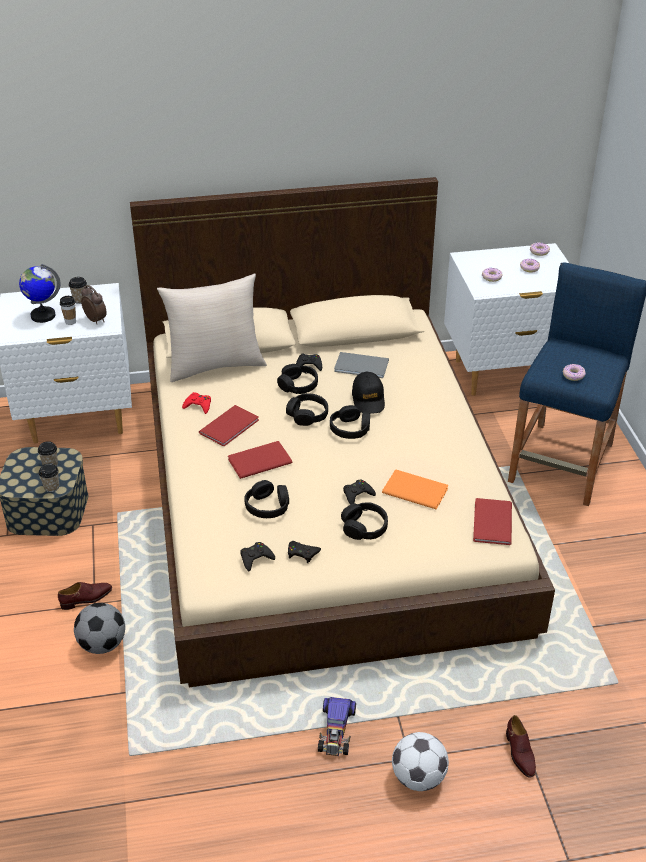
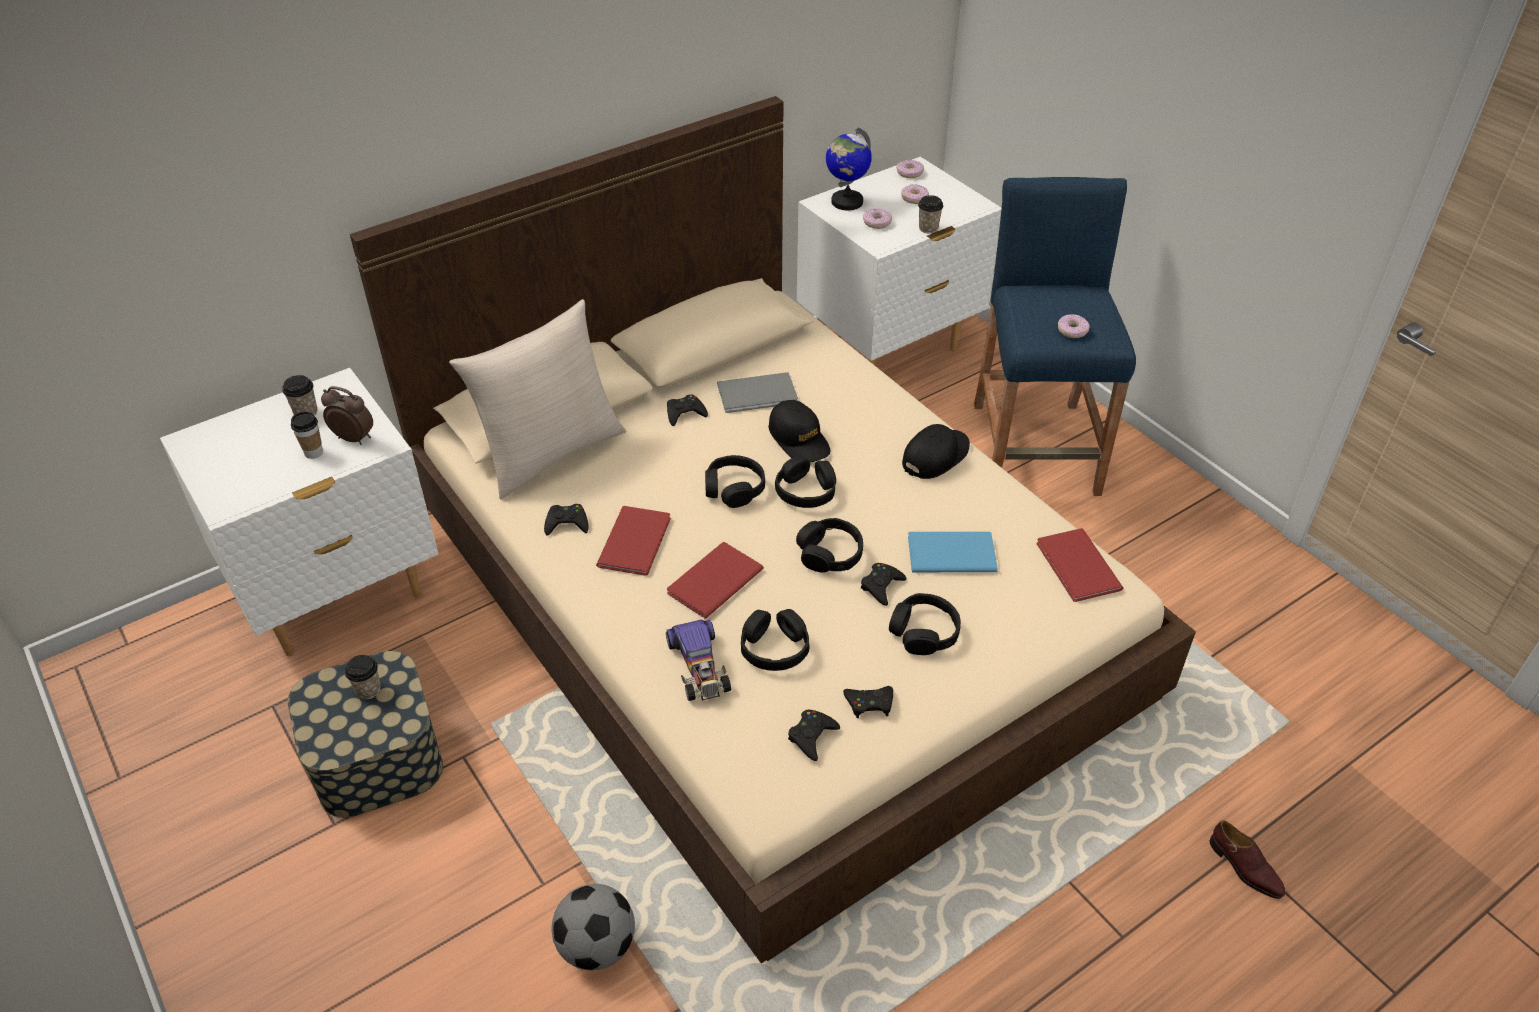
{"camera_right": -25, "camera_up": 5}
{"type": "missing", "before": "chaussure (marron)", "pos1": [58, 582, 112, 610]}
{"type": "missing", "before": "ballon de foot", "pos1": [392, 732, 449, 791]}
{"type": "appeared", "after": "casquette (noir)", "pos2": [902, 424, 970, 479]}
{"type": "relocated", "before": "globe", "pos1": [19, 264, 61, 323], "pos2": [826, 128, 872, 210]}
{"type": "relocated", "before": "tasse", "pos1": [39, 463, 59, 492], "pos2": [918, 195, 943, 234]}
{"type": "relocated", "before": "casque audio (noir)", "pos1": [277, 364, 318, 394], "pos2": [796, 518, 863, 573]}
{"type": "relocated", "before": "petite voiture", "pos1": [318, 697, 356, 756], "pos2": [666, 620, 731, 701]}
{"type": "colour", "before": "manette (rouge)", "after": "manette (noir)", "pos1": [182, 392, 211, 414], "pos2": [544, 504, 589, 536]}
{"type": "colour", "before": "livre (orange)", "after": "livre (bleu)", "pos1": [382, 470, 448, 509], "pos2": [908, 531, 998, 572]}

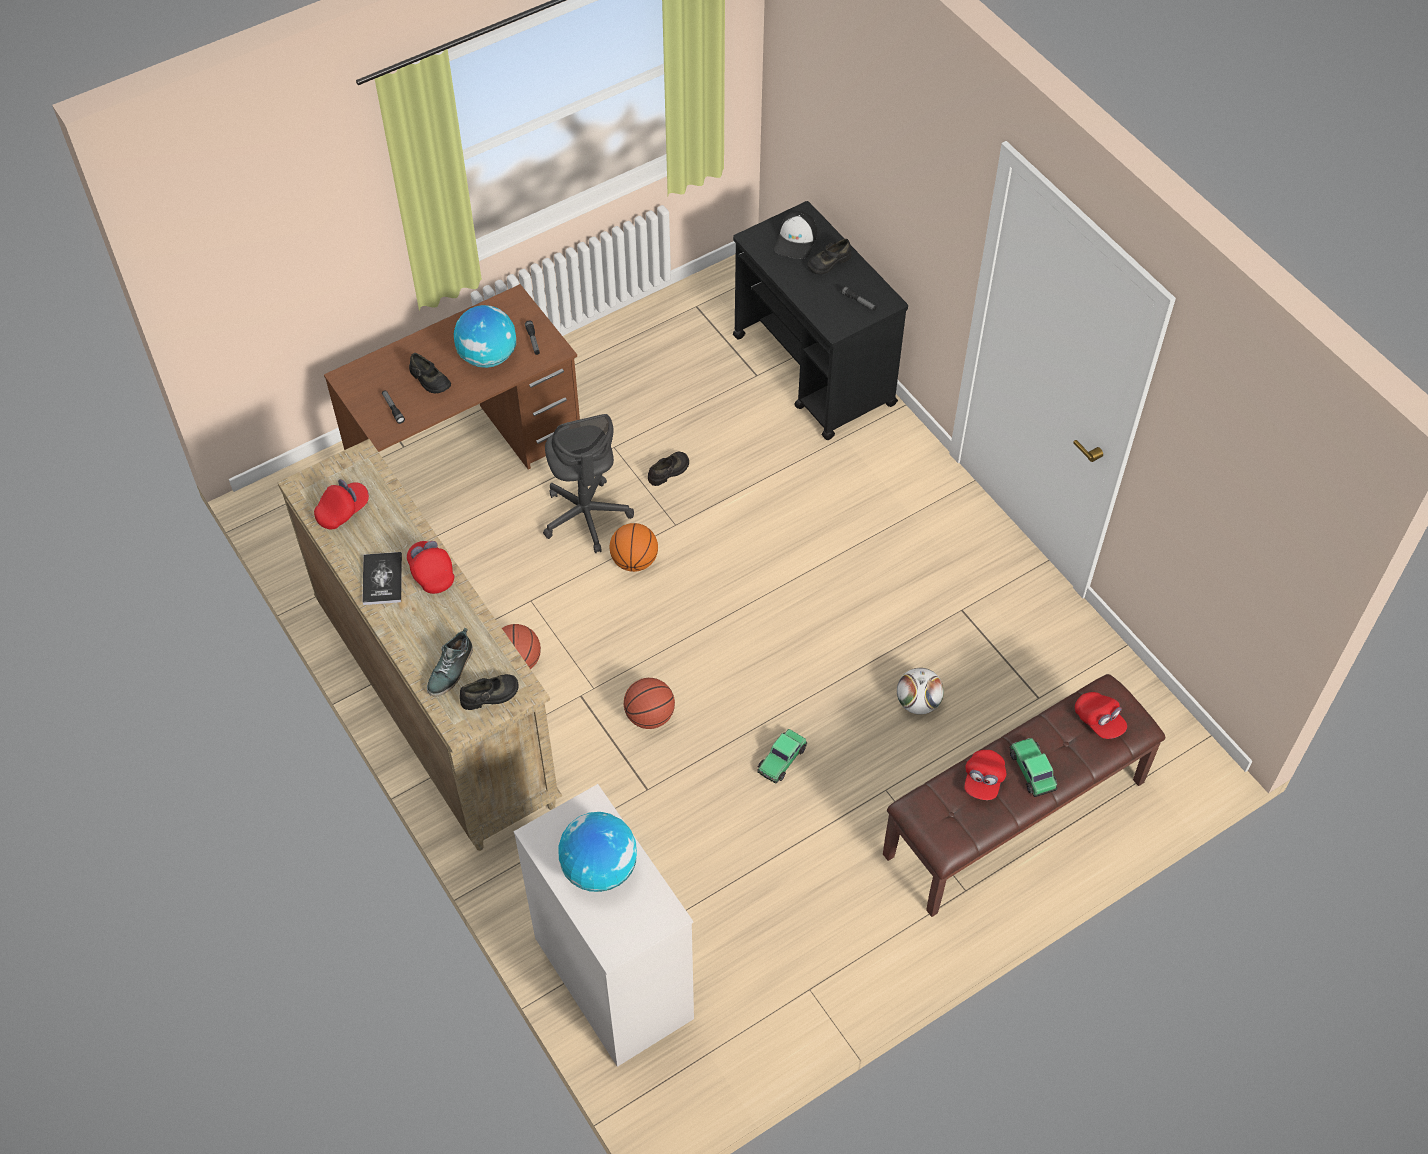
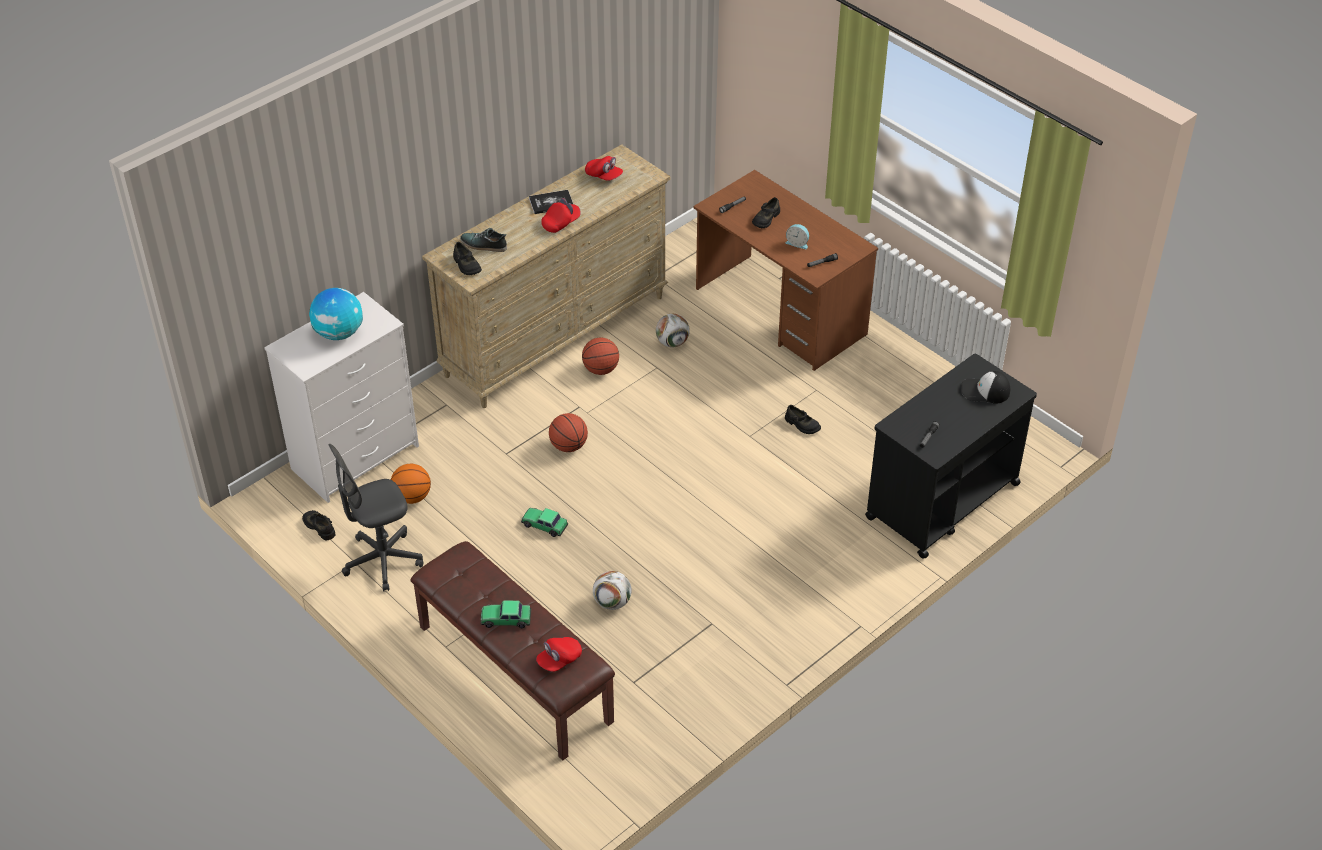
{"camera_right": 80, "camera_up": -10}
{"type": "missing", "before": "casquette (rouge)", "pos1": [964, 750, 1006, 800]}
{"type": "appeared", "after": "ballon de foot", "pos2": [656, 314, 690, 347]}
{"type": "relocated", "before": "chaise de bureau (gris)", "pos1": [543, 414, 634, 553], "pos2": [328, 444, 424, 591]}
{"type": "relocated", "before": "ballon de basket", "pos1": [610, 523, 658, 572], "pos2": [391, 464, 431, 504]}
{"type": "relocated", "before": "chaussure (noir)", "pos1": [808, 239, 851, 274], "pos2": [302, 510, 335, 540]}
{"type": "exchanged", "before": "globe", "after": "réveil", "pos1": [454, 305, 516, 368], "pos2": [786, 224, 809, 249]}
{"type": "spun", "before": "petite voiture", "pos1": [1010, 738, 1058, 797], "pos2": [481, 600, 531, 628], "turn": -150}

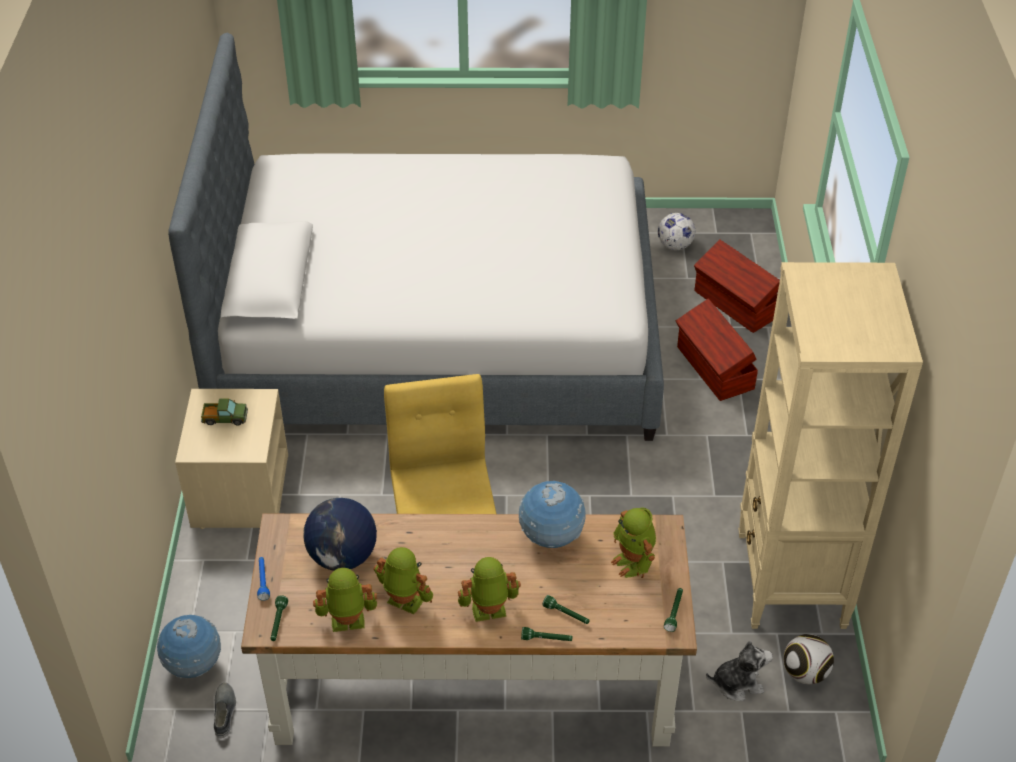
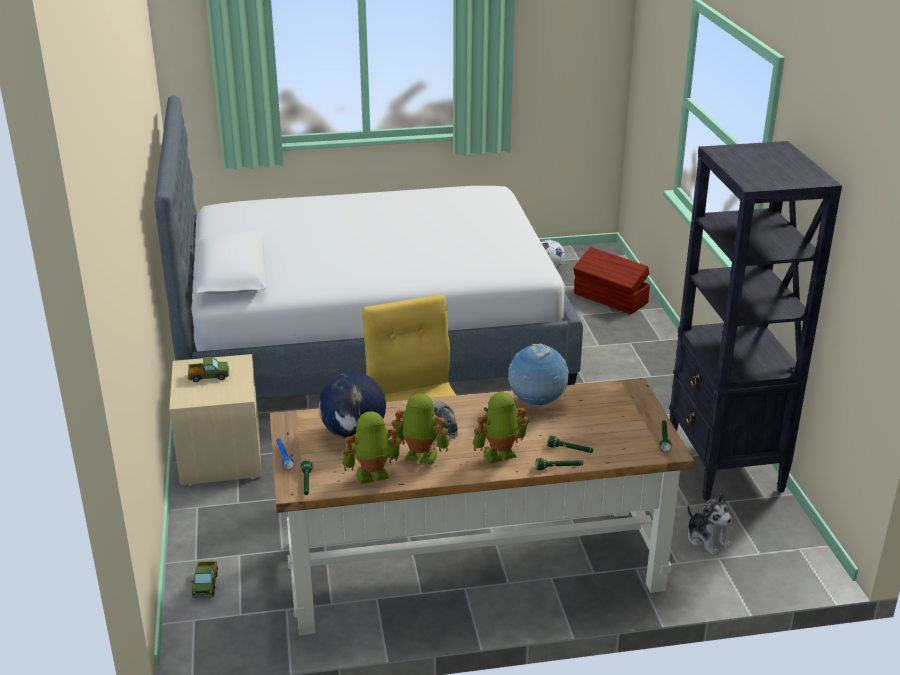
{"camera_right": -10, "camera_up": -15}
{"type": "missing", "before": "robot jouet", "pos1": [611, 508, 656, 578]}
{"type": "missing", "before": "boîte de rangement (marron)", "pos1": [676, 299, 758, 401]}
{"type": "missing", "before": "ballon de foot", "pos1": [783, 634, 834, 684]}
{"type": "relocated", "before": "chaussure (gris)", "pos1": [214, 682, 236, 738], "pos2": [433, 401, 458, 439]}
{"type": "exchanged", "before": "globe", "after": "camion jouet", "pos1": [157, 615, 221, 678], "pos2": [191, 561, 218, 598]}
{"type": "colour", "before": "bibliothèque (beige)", "after": "bibliothèque (noir)", "pos1": [738, 262, 923, 629], "pos2": [669, 141, 842, 501]}
{"type": "spun", "before": "peluche", "pos1": [706, 640, 773, 701], "pos2": [687, 493, 732, 555], "turn": 75}

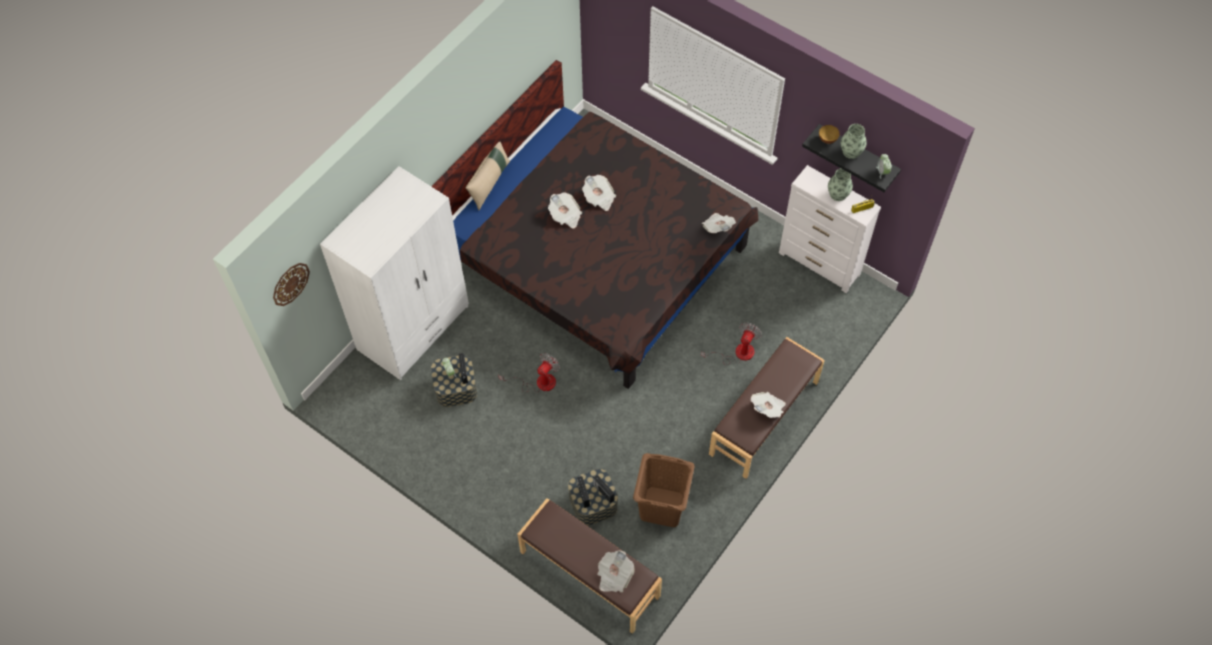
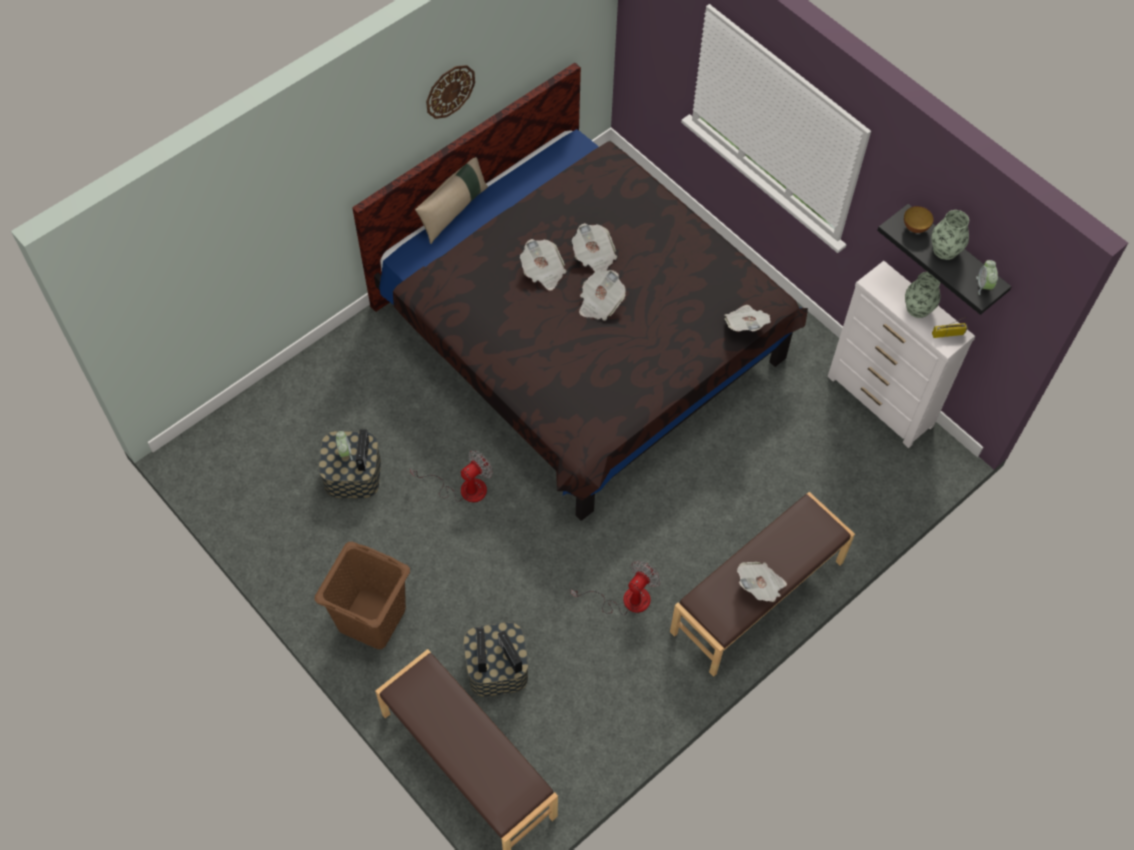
{"camera_right": 10, "camera_up": 0}
{"type": "missing", "before": "armoire (blanc)", "pos1": [320, 166, 469, 380]}
{"type": "relocated", "before": "horloge murale", "pos1": [273, 263, 310, 306], "pos2": [426, 65, 475, 119]}
{"type": "relocated", "before": "journal", "pos1": [597, 550, 635, 592], "pos2": [579, 270, 626, 321]}
{"type": "relocated", "before": "panier à linge (marron)", "pos1": [633, 453, 695, 527], "pos2": [315, 542, 410, 649]}
{"type": "relocated", "before": "ventilateur", "pos1": [701, 323, 762, 365], "pos2": [571, 561, 661, 615]}

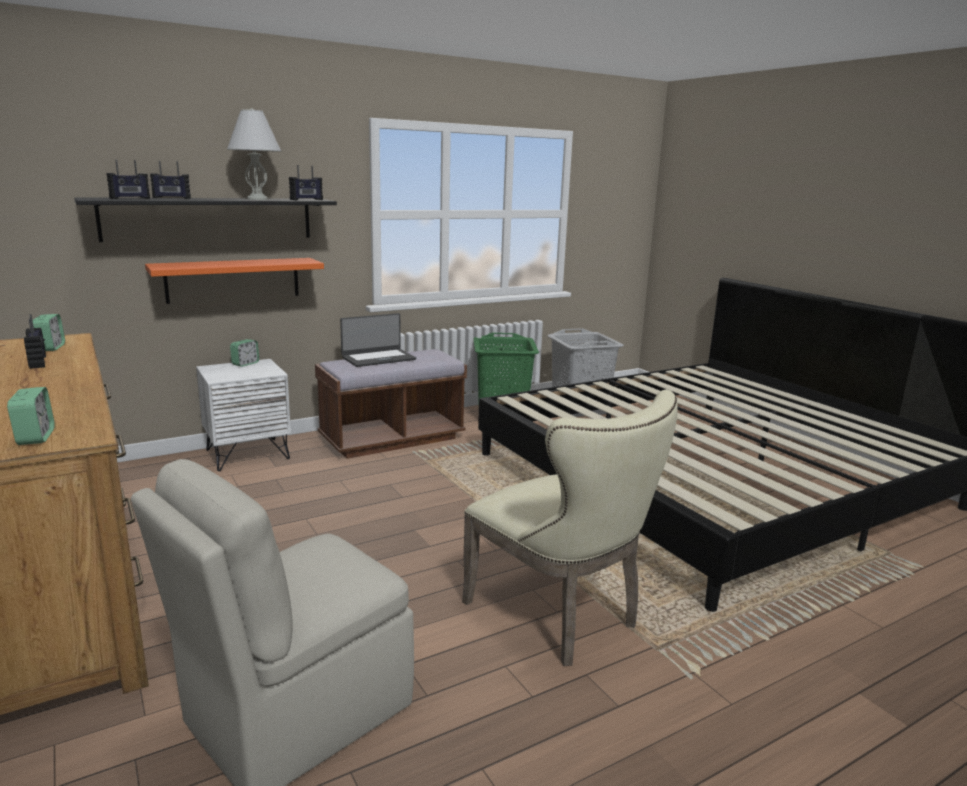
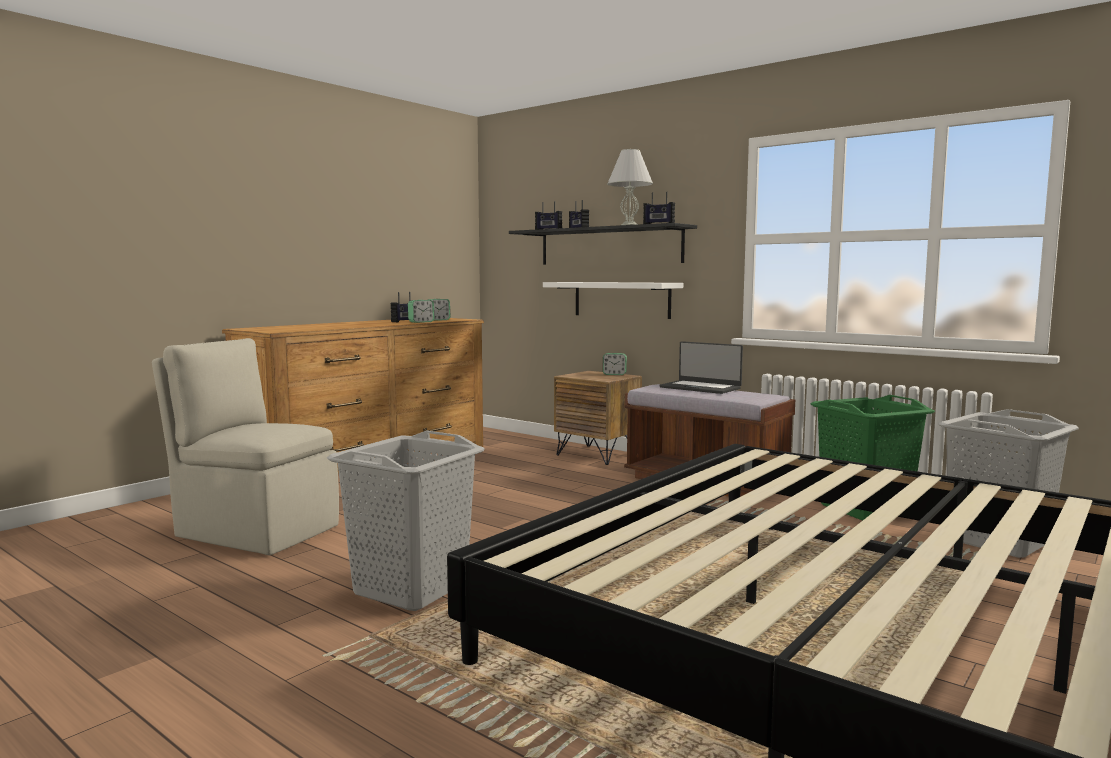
{"camera_right": 70, "camera_up": -10}
{"type": "relocated", "before": "réveil", "pos1": [7, 387, 55, 445], "pos2": [408, 300, 435, 323]}
{"type": "exchanged", "before": "chaise (beige)", "after": "panier à linge (gris)", "pos1": [462, 389, 678, 666], "pos2": [327, 431, 485, 611]}
{"type": "colour", "before": "étagère (orange)", "after": "étagère (blanc)", "pos1": [145, 258, 324, 304], "pos2": [543, 282, 683, 319]}
{"type": "colour", "before": "table de chevet (blanc)", "after": "table de chevet (marron)", "pos1": [196, 359, 291, 471], "pos2": [554, 371, 642, 465]}

